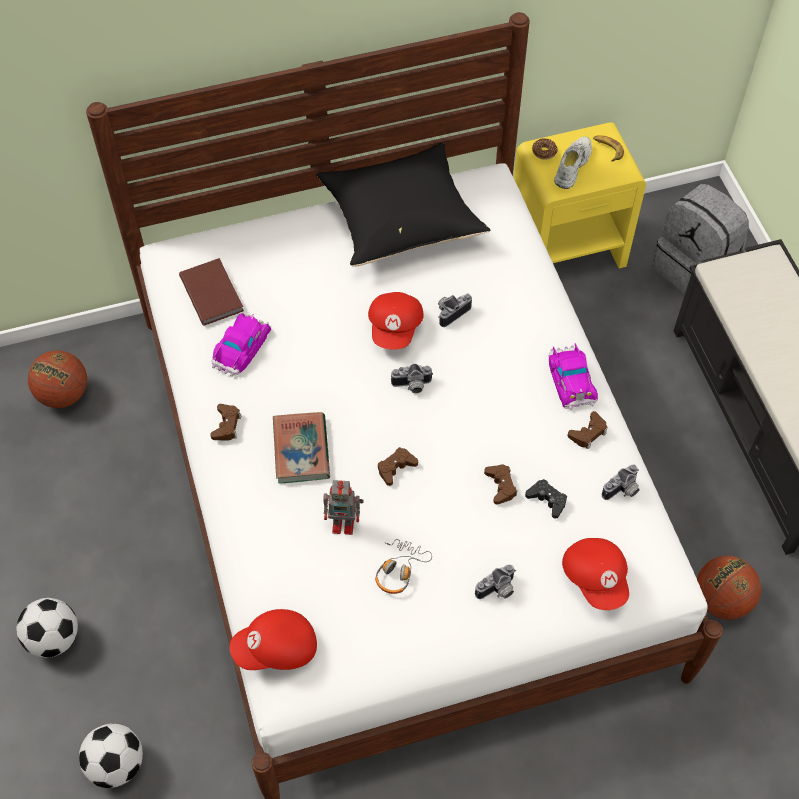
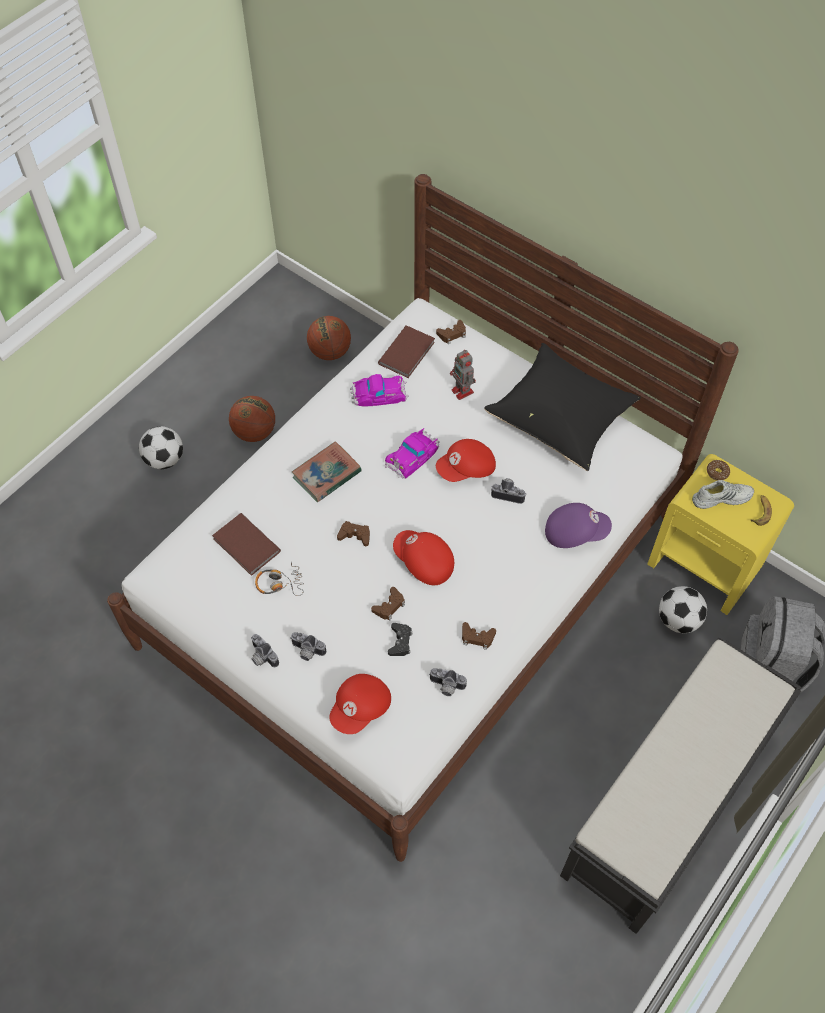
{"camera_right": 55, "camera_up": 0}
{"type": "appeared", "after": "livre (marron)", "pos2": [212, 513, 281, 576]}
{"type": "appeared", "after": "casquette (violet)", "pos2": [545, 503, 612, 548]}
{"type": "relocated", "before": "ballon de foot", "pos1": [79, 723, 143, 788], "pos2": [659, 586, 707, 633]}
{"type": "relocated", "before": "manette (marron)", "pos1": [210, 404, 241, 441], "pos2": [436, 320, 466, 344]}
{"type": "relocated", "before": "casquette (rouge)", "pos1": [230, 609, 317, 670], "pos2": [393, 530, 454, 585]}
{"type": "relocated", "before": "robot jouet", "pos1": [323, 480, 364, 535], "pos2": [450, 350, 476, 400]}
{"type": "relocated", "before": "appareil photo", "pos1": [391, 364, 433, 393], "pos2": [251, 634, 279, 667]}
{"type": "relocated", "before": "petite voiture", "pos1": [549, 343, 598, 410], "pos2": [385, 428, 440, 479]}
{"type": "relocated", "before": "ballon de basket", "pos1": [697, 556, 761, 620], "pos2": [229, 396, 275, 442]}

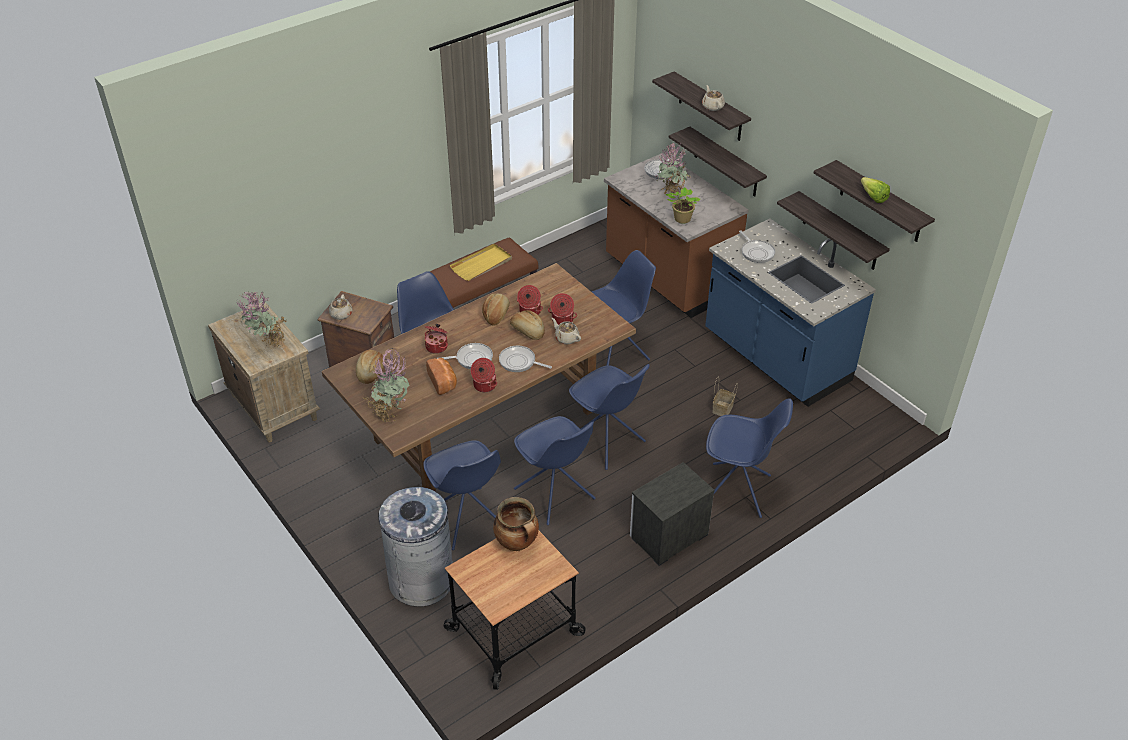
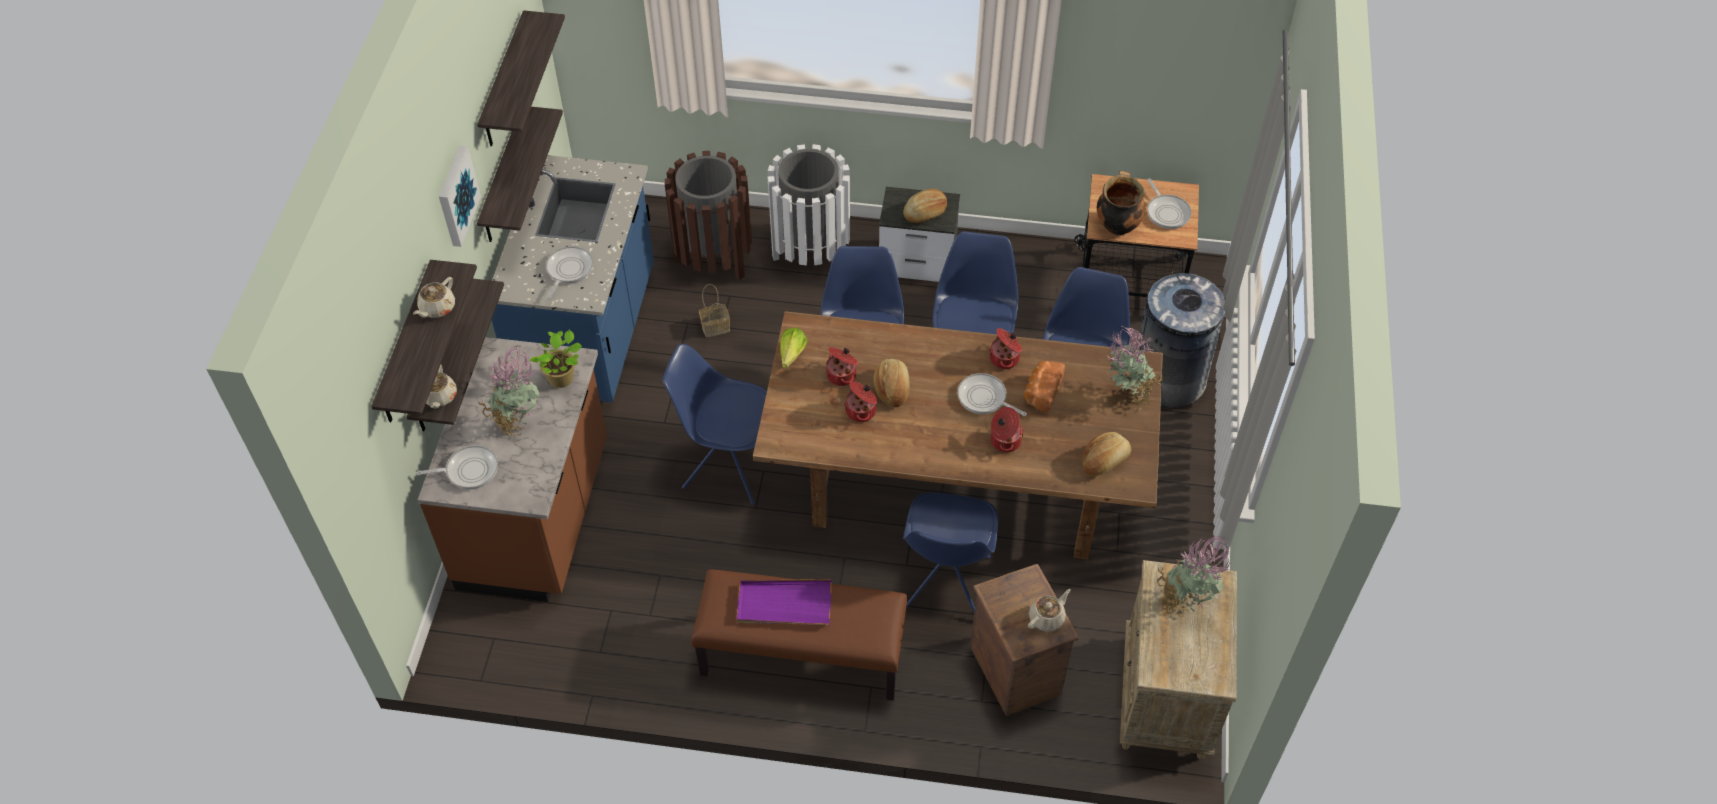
{"camera_right": -135, "camera_up": 10}
{"type": "appeared", "after": "tableau", "pos2": [439, 146, 481, 247]}
{"type": "appeared", "after": "poubelle (marron)", "pos2": [665, 151, 752, 280]}
{"type": "relocated", "before": "pain", "pos1": [482, 294, 510, 325], "pos2": [903, 189, 947, 223]}
{"type": "relocated", "before": "poêle", "pos1": [499, 346, 552, 372], "pos2": [1147, 178, 1192, 229]}
{"type": "relocated", "before": "théière (beige)", "pos1": [551, 318, 581, 344], "pos2": [426, 365, 457, 409]}
{"type": "relocated", "before": "laitue", "pos1": [861, 177, 890, 203], "pos2": [780, 327, 808, 369]}
{"type": "exchanged", "before": "chaise (bleu)", "after": "poubelle (blanc)", "pos1": [706, 399, 793, 518], "pos2": [767, 144, 850, 266]}
{"type": "colour", "before": "plateau (jaune)", "after": "plateau (violet)", "pos1": [450, 244, 512, 281], "pos2": [737, 579, 832, 625]}

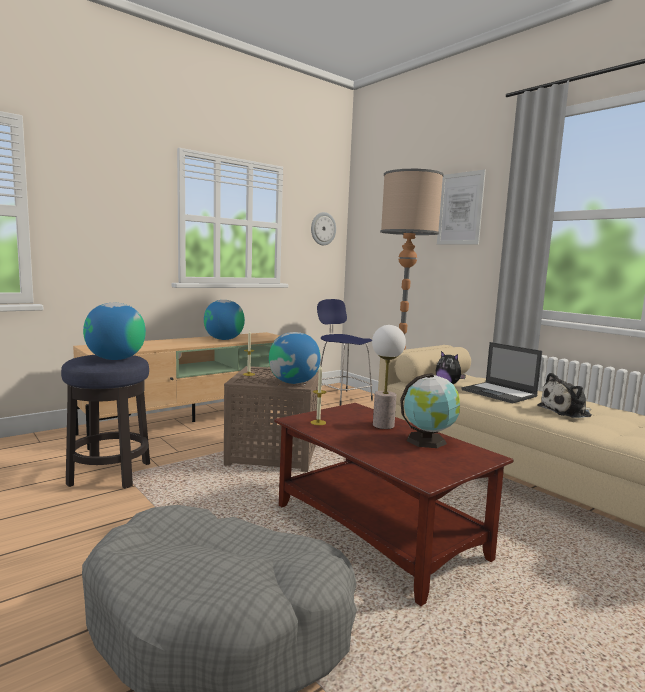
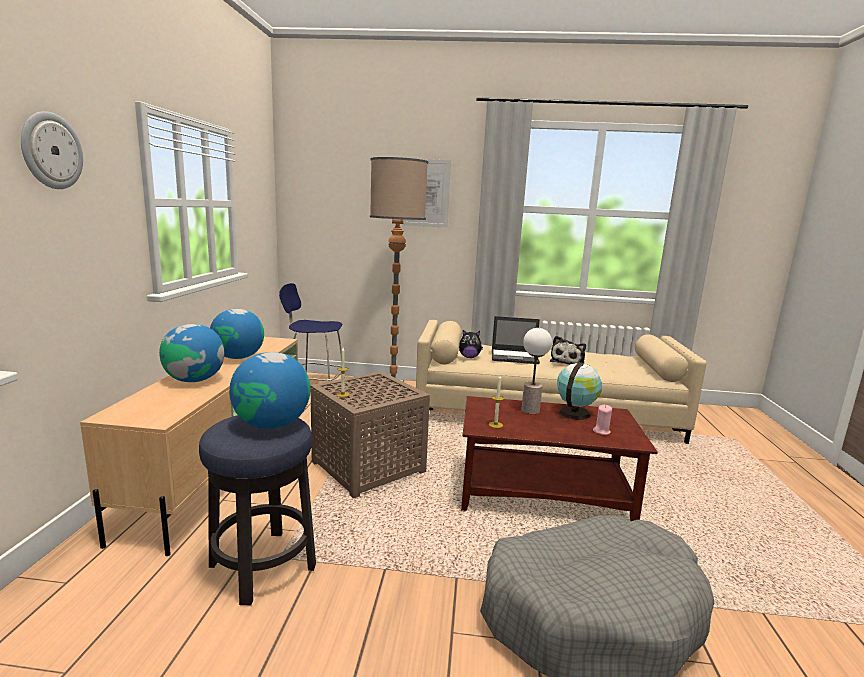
{"camera_right": -45, "camera_up": 5}
{"type": "appeared", "after": "bougie (rose)", "pos2": [593, 405, 612, 435]}
{"type": "relocated", "before": "globe", "pos1": [269, 332, 321, 384], "pos2": [159, 324, 225, 382]}
{"type": "relocated", "before": "horloge murale", "pos1": [311, 212, 336, 245], "pos2": [21, 111, 83, 189]}

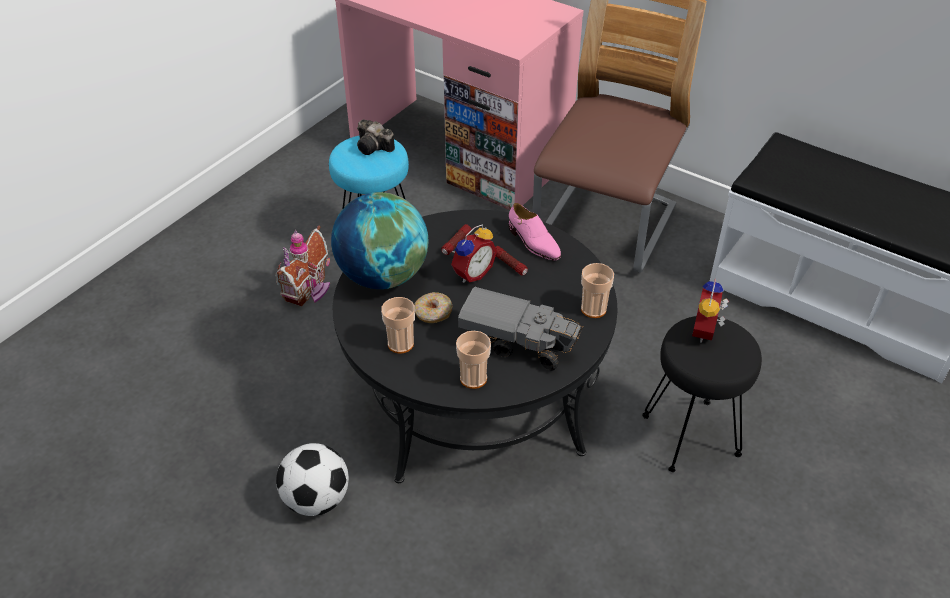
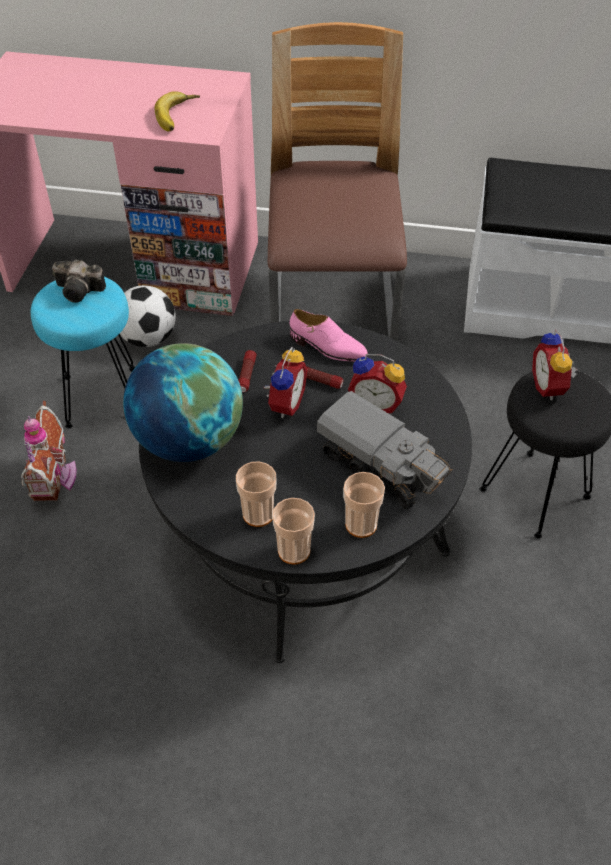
{"camera_right": -25, "camera_up": 5}
{"type": "missing", "before": "beignet", "pos1": [414, 292, 453, 323]}
{"type": "appeared", "after": "banane", "pos2": [154, 91, 200, 131]}
{"type": "appeared", "after": "réveil", "pos2": [348, 354, 407, 413]}
{"type": "relocated", "before": "ballon de foot", "pos1": [276, 443, 349, 516], "pos2": [120, 285, 176, 347]}
{"type": "relocated", "before": "tasse", "pos1": [581, 263, 614, 318], "pos2": [272, 498, 315, 565]}
{"type": "spun", "before": "camion jouet", "pos1": [458, 287, 583, 371], "pos2": [317, 391, 453, 509], "turn": 45}

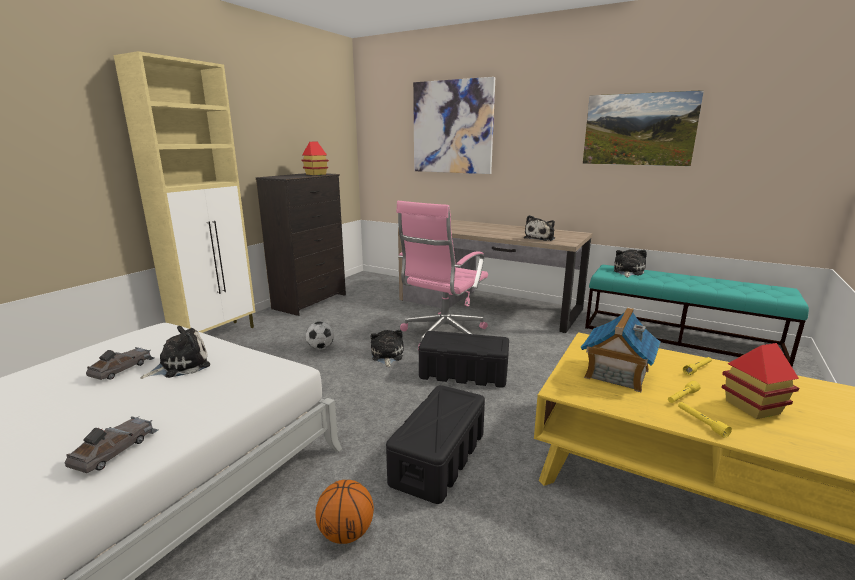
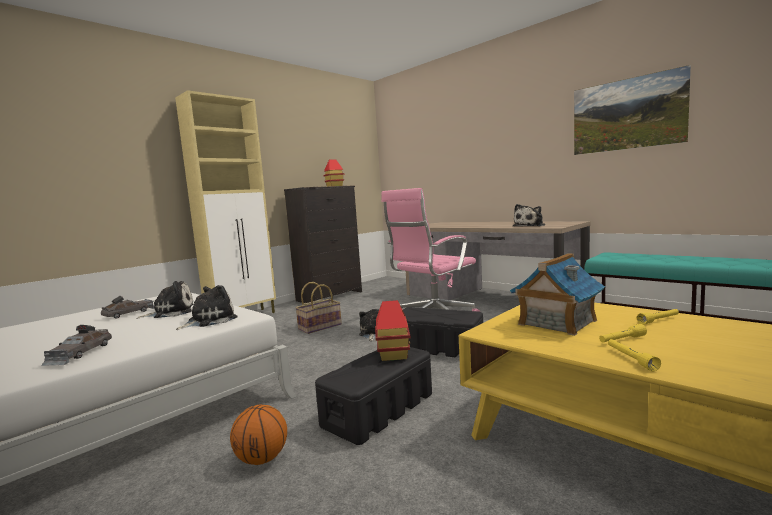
{"camera_right": 15, "camera_up": -10}
{"type": "missing", "before": "tableau", "pos1": [413, 77, 495, 174]}
{"type": "relocated", "before": "peluche", "pos1": [614, 249, 647, 277], "pos2": [176, 285, 237, 330]}
{"type": "relocated", "before": "maison miniature", "pos1": [721, 343, 799, 419], "pos2": [375, 300, 411, 361]}
{"type": "exchanged", "before": "ballon de foot", "after": "panier", "pos1": [305, 322, 334, 350], "pos2": [295, 282, 342, 334]}
{"type": "spun", "before": "petite voiture (gris)", "pos1": [64, 416, 158, 473], "pos2": [41, 325, 112, 366], "turn": 150}

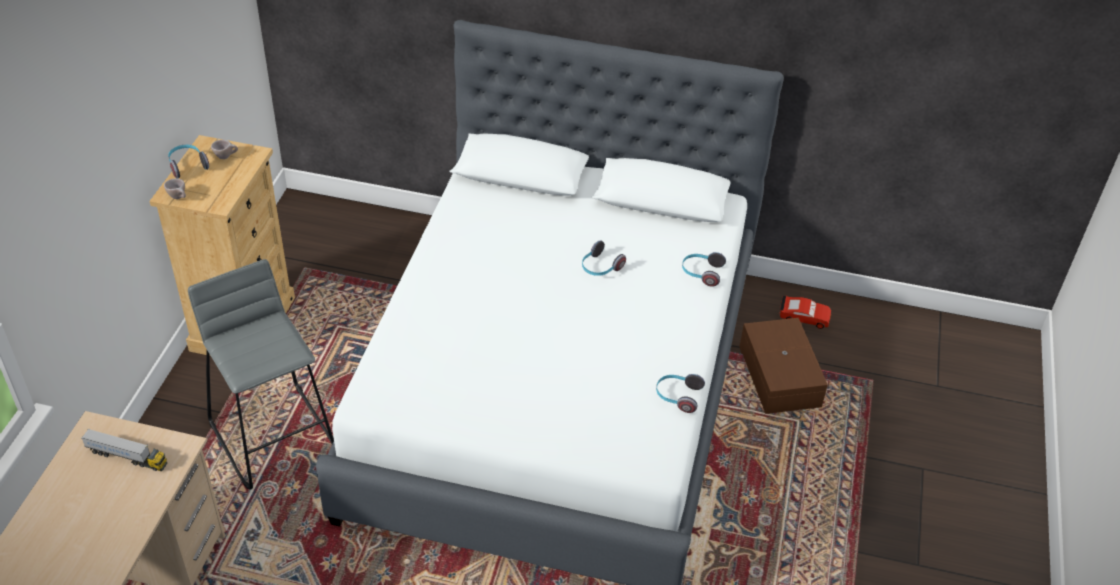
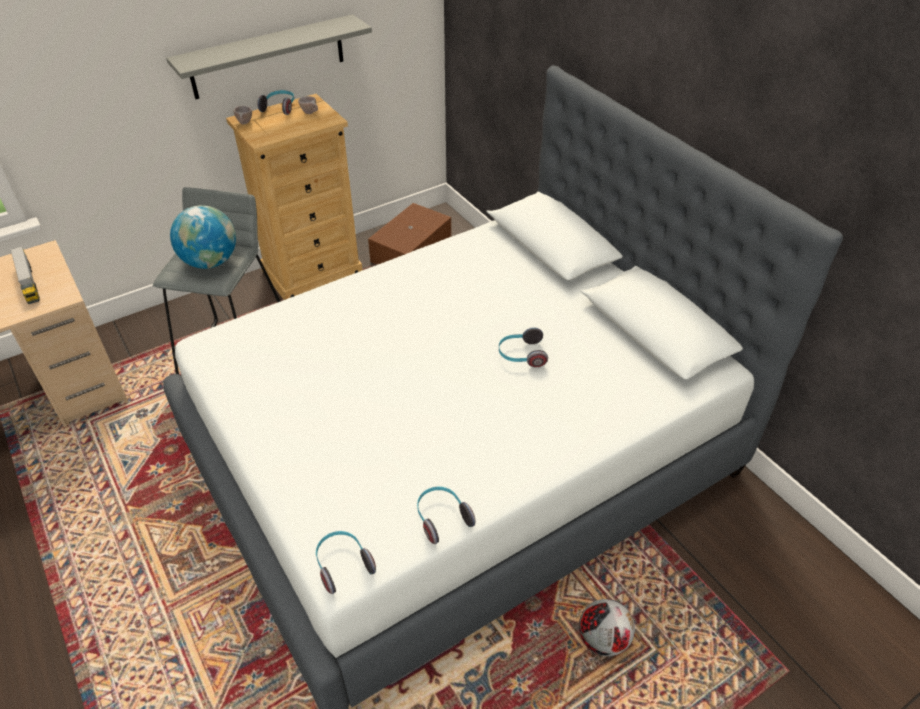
{"camera_right": 45, "camera_up": 0}
{"type": "missing", "before": "petite voiture (rouge)", "pos1": [779, 296, 831, 329]}
{"type": "appeared", "after": "étagère (gris)", "pos2": [166, 14, 372, 99]}
{"type": "appeared", "after": "globe", "pos2": [170, 205, 236, 269]}
{"type": "appeared", "after": "ballon de foot", "pos2": [579, 599, 635, 656]}
{"type": "relocated", "before": "casque audio", "pos1": [682, 252, 726, 287], "pos2": [316, 531, 376, 594]}
{"type": "relocated", "before": "boîte de rangement (marron)", "pos1": [739, 318, 828, 414], "pos2": [368, 203, 451, 264]}

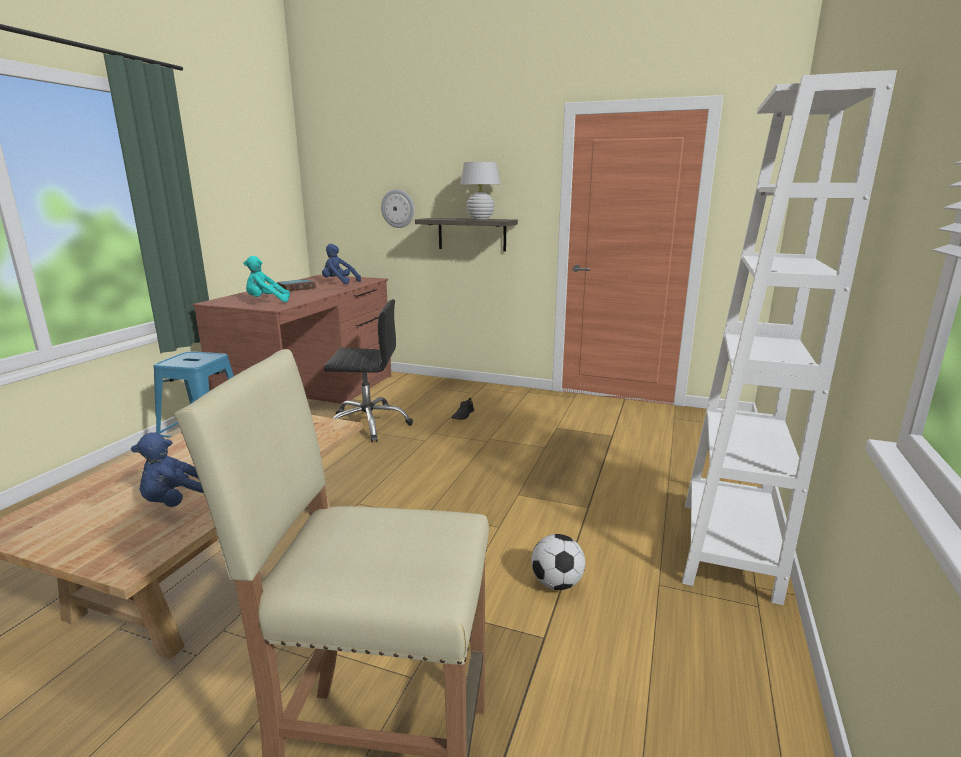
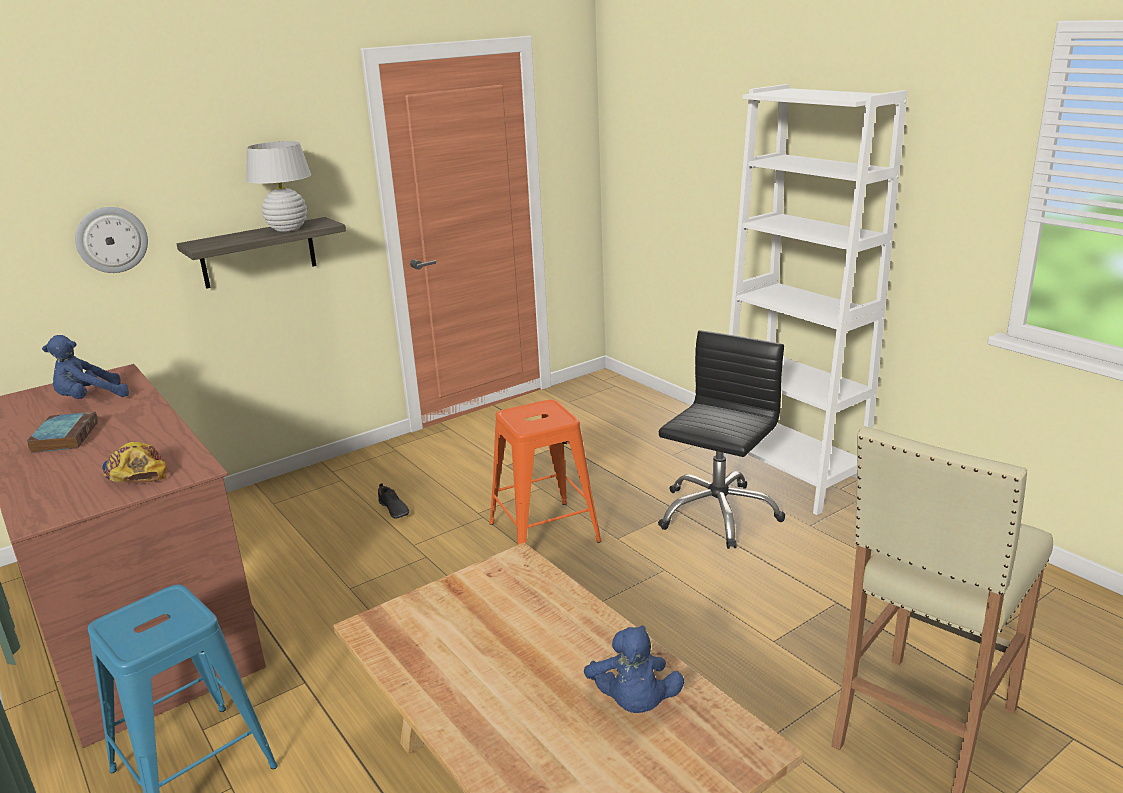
{"camera_right": -55, "camera_up": 5}
{"type": "missing", "before": "ballon de foot", "pos1": [531, 534, 585, 590]}
{"type": "appeared", "after": "tabouret (orange)", "pos2": [489, 399, 601, 545]}
{"type": "relocated", "before": "chaise de bureau (noir)", "pos1": [324, 299, 413, 442], "pos2": [658, 330, 785, 549]}
{"type": "exchanged", "before": "peluche (turquoise)", "after": "casquette", "pos1": [243, 256, 290, 302], "pos2": [102, 442, 166, 483]}

